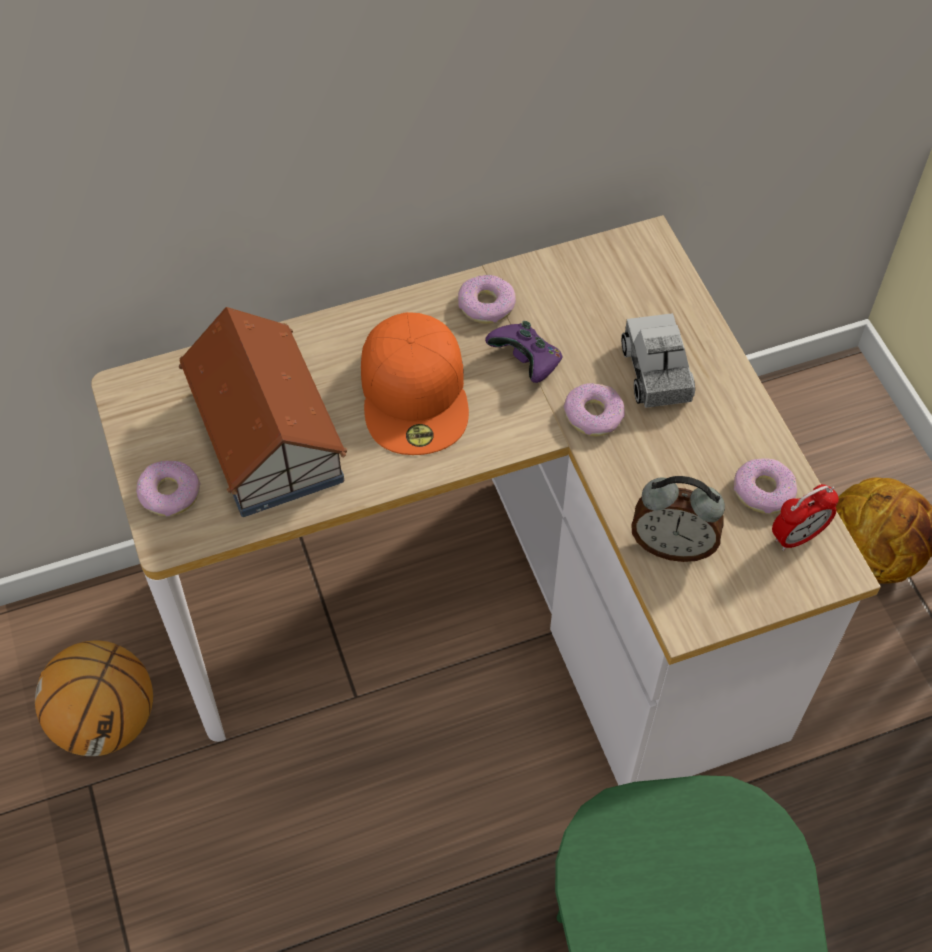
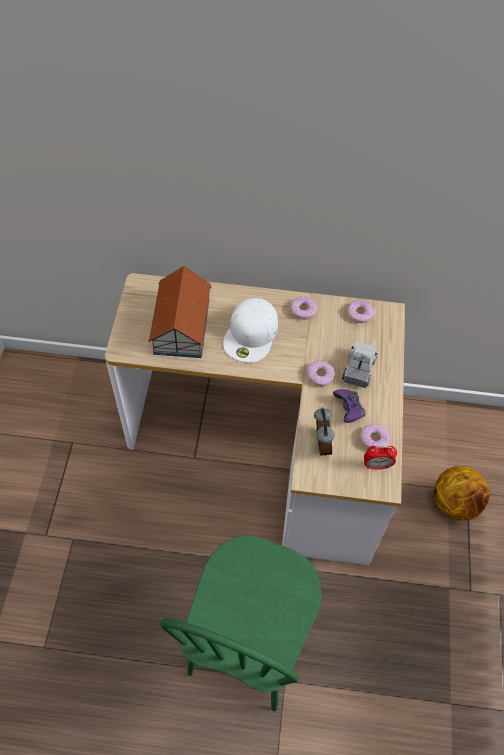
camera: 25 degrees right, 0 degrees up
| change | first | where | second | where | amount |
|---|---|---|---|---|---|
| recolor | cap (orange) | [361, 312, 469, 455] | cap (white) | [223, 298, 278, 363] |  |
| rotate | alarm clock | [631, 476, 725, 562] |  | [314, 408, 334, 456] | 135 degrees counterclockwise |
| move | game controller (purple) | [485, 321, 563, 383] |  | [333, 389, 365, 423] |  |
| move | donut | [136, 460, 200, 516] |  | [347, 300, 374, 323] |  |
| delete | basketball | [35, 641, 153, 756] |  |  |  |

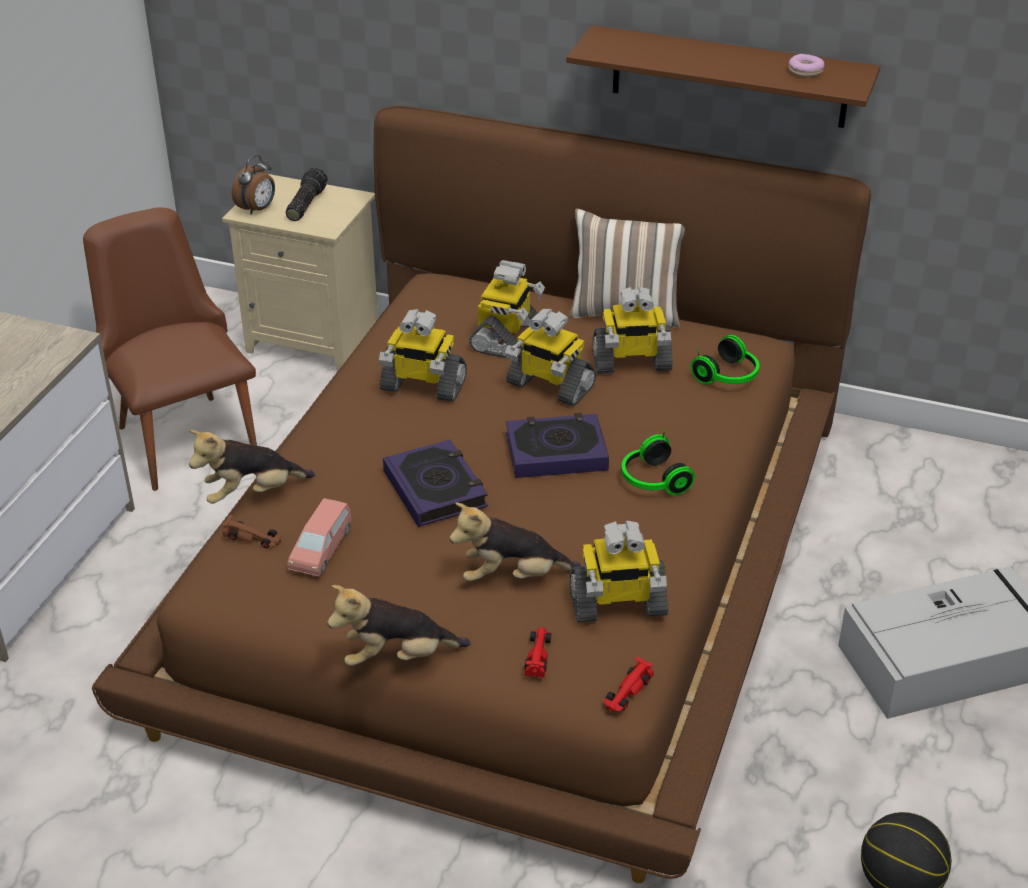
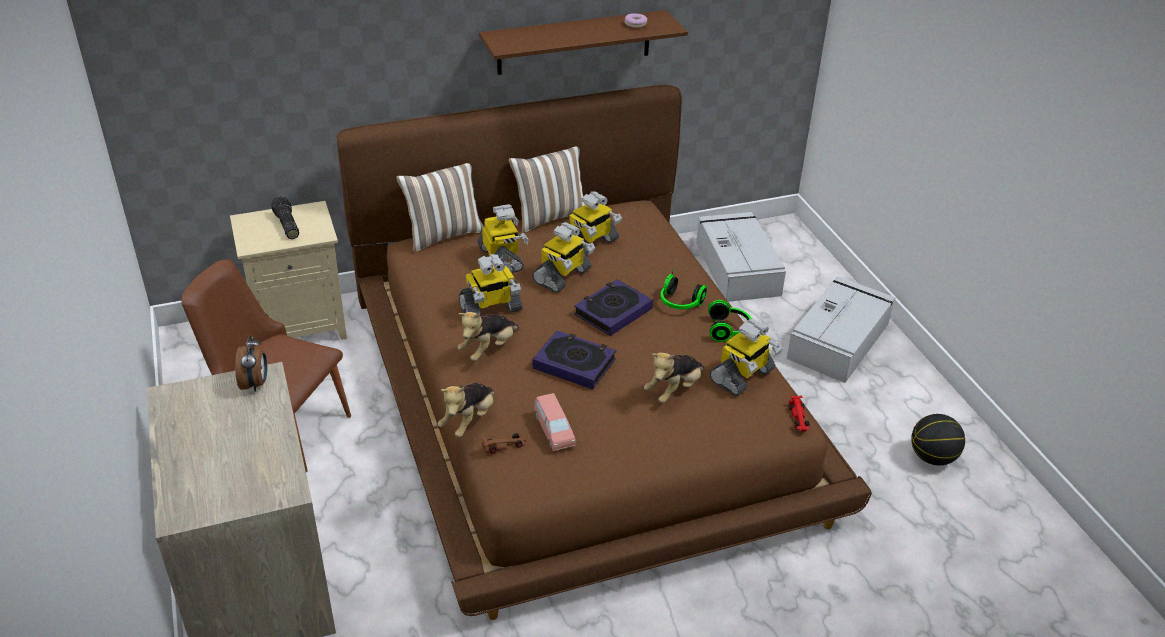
camera: 40 degrees left, 0 degrees up
| change | first | where | second | where | amount |
|---|---|---|---|---|---|
| move | alarm clock | [232, 155, 275, 215] |  | [235, 336, 267, 392] |  |
| insert |  |  | pillow | [396, 163, 484, 252] |  |
| move | plush toy | [327, 585, 471, 666] |  | [458, 312, 519, 361] |  |
| rotate | toy robot | [505, 309, 596, 406] |  | [532, 222, 595, 293] | 45 degrees counterclockwise |
| insert |  |  | storage box (grey) | [696, 212, 786, 302] |  |
| move | headphones | [691, 335, 759, 385] |  | [708, 300, 752, 342] |  |
| delete | toy car (red) | [525, 627, 552, 677] |  |  |  |

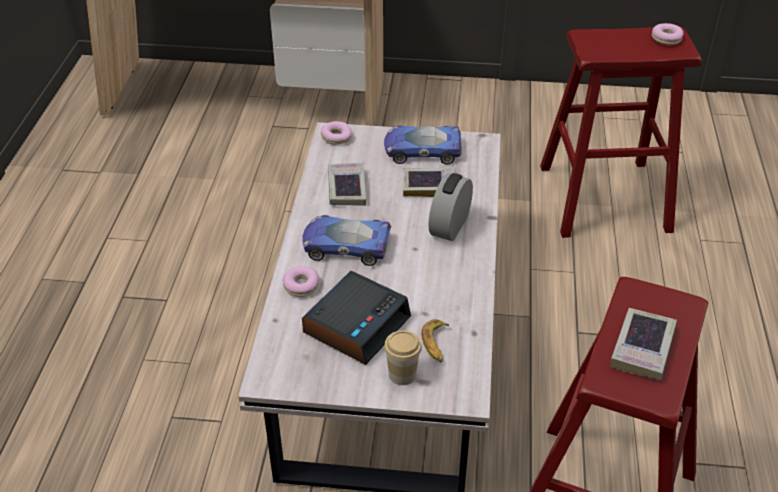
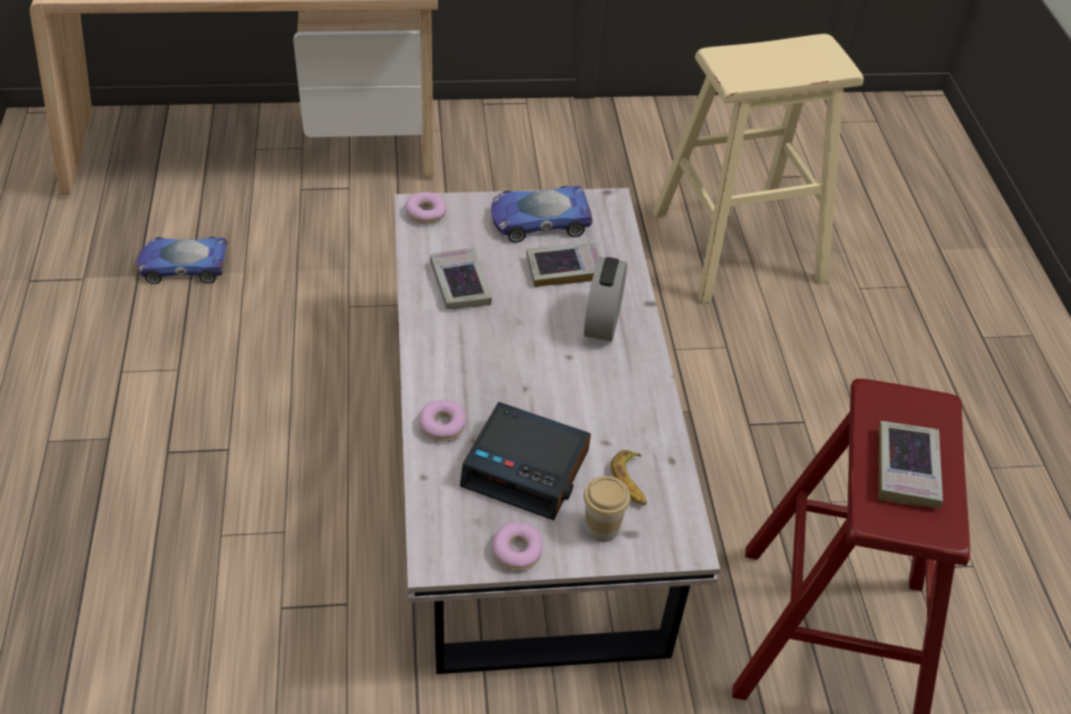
camera: 15 degrees left, 5 degrees up
| change | first | where | second | where | amount |
|---|---|---|---|---|---|
| move | toy car | [302, 215, 391, 266] |  | [137, 237, 228, 284] |  |
| rotate | alarm clock | [302, 271, 411, 365] |  | [460, 402, 591, 520] | 90 degrees clockwise |
| move | donut | [652, 23, 684, 45] |  | [492, 522, 543, 571] |  |
| recolor | stool (red) | [540, 26, 702, 238] | stool (beige) | [653, 34, 863, 304] |  |

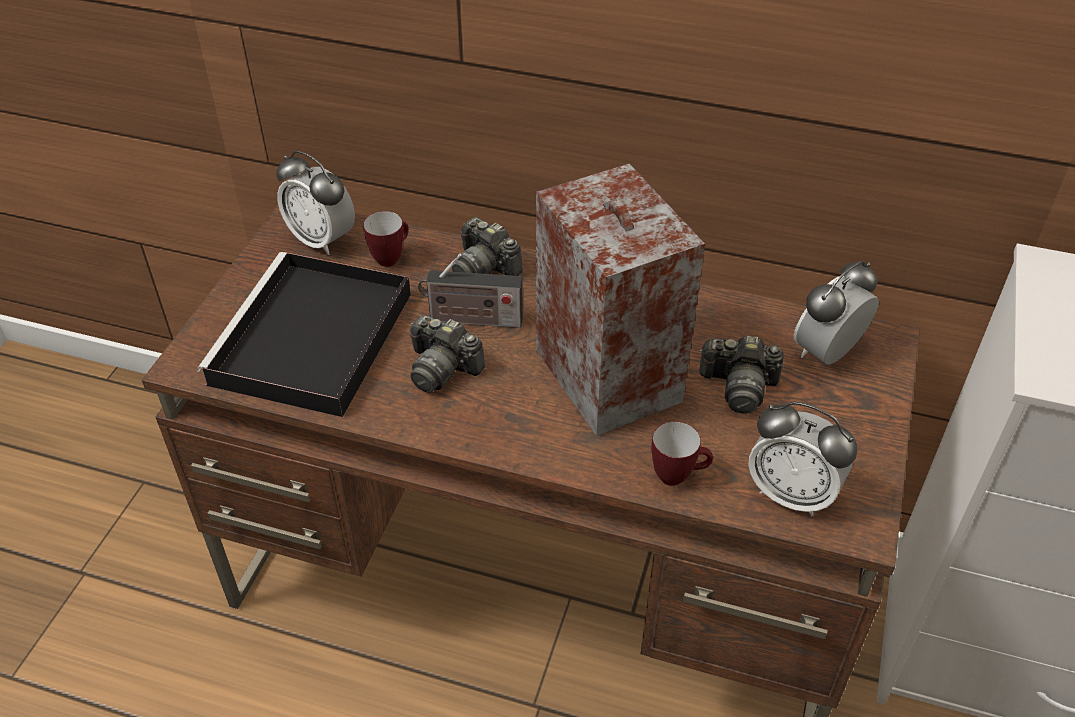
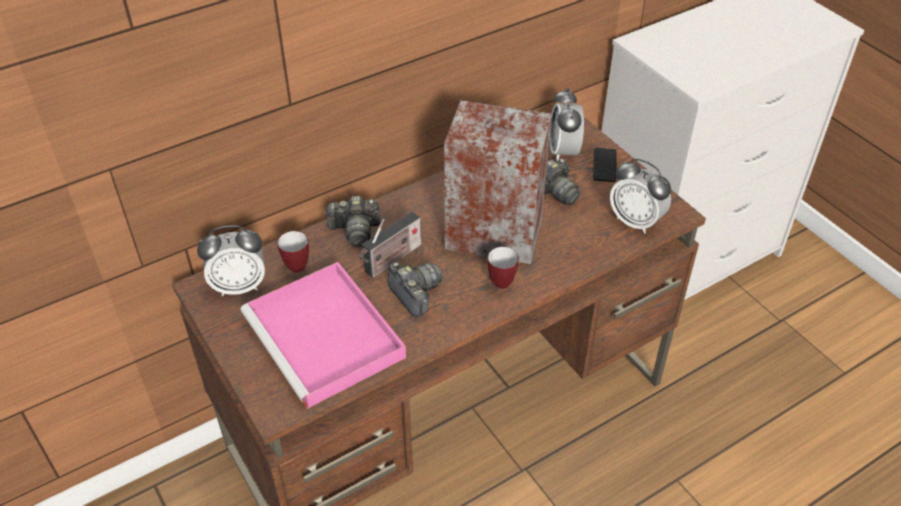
camera: 50 degrees left, 0 degrees up
| change | first | where | second | where | amount |
|---|---|---|---|---|---|
| recolor | tray (black) | [197, 252, 411, 417] | tray (pink) | [240, 262, 406, 409] |  |
| rotate | photo camera | [410, 315, 485, 393] |  | [388, 262, 442, 318] | 105 degrees counterclockwise |
| move | mug | [651, 421, 713, 486] |  | [487, 247, 519, 289] |  |
| insert |  |  | phone | [593, 148, 617, 182] |  |
| rotate | alarm clock | [748, 402, 858, 516] |  | [610, 159, 671, 234] | 60 degrees clockwise |

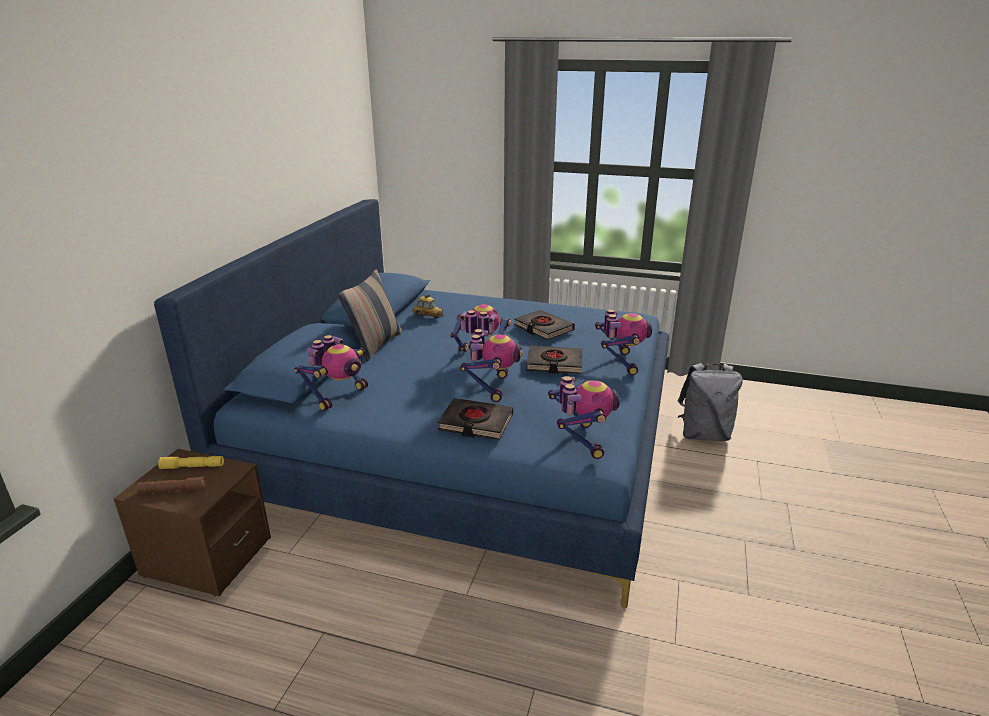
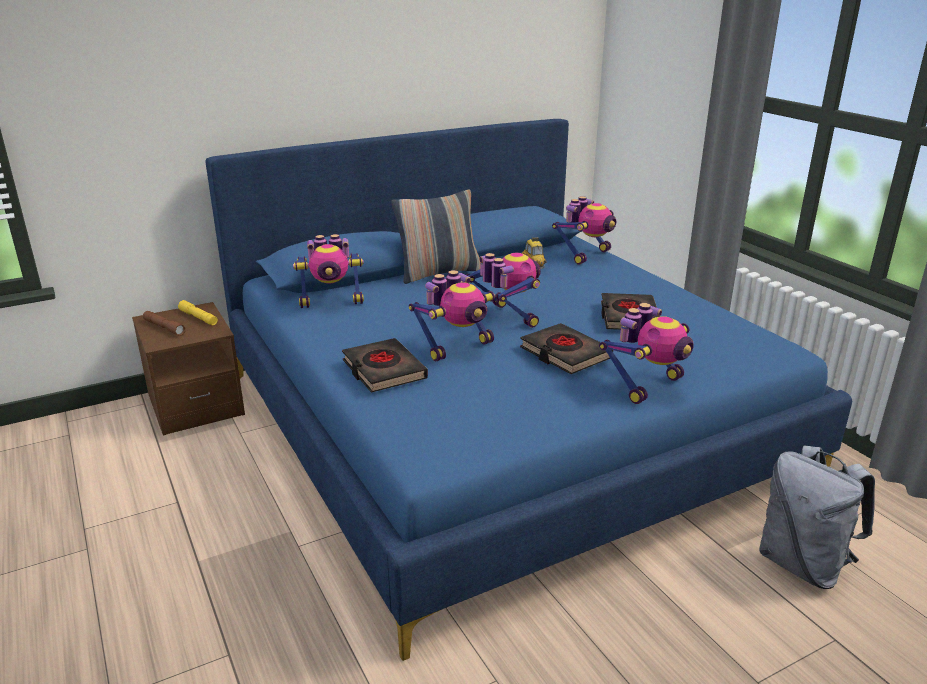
camera: 45 degrees right, 0 degrees up
| change | first | where | second | where | amount |
|---|---|---|---|---|---|
| move | toy robot | [548, 376, 620, 459] |  | [552, 196, 616, 265] |  |

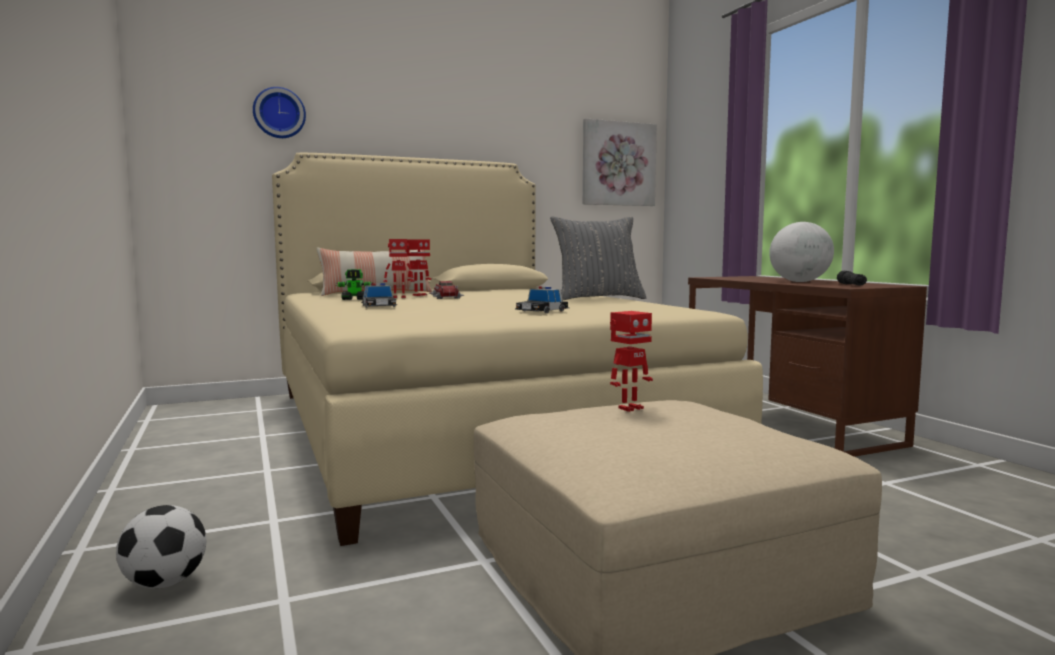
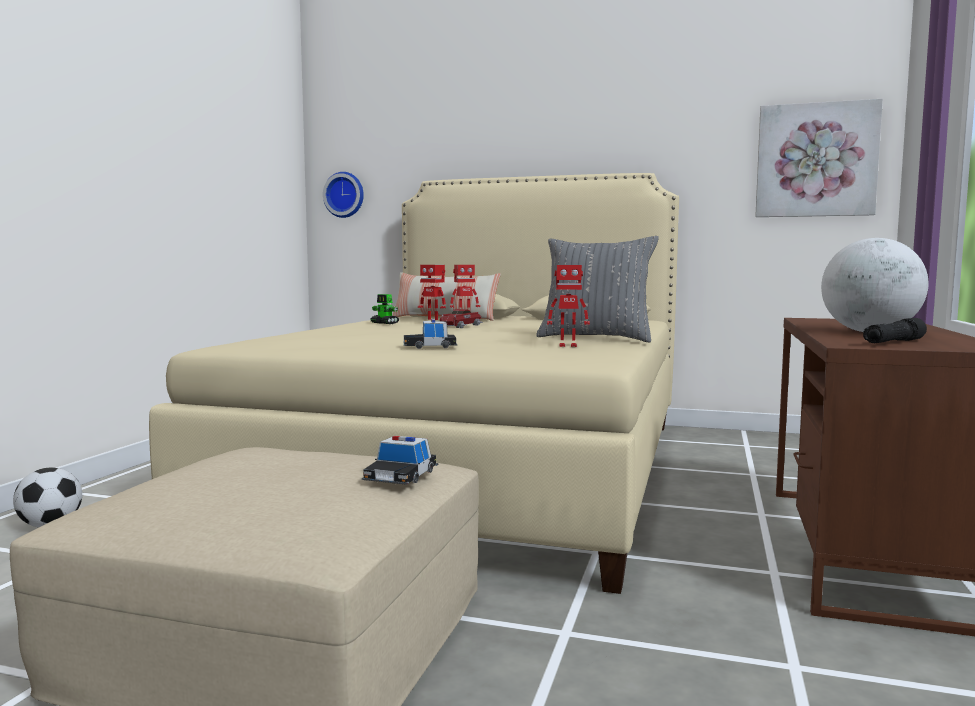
camera: 40 degrees right, 0 degrees up
| change | first | where | second | where | amount |
|---|---|---|---|---|---|
| move | wall clock | [253, 87, 306, 138] |  | [323, 172, 364, 218] |  |
| move | toy car | [361, 283, 397, 308] |  | [362, 436, 439, 485] |  |
| move | toy robot | [610, 311, 653, 412] |  | [547, 265, 590, 347] |  |

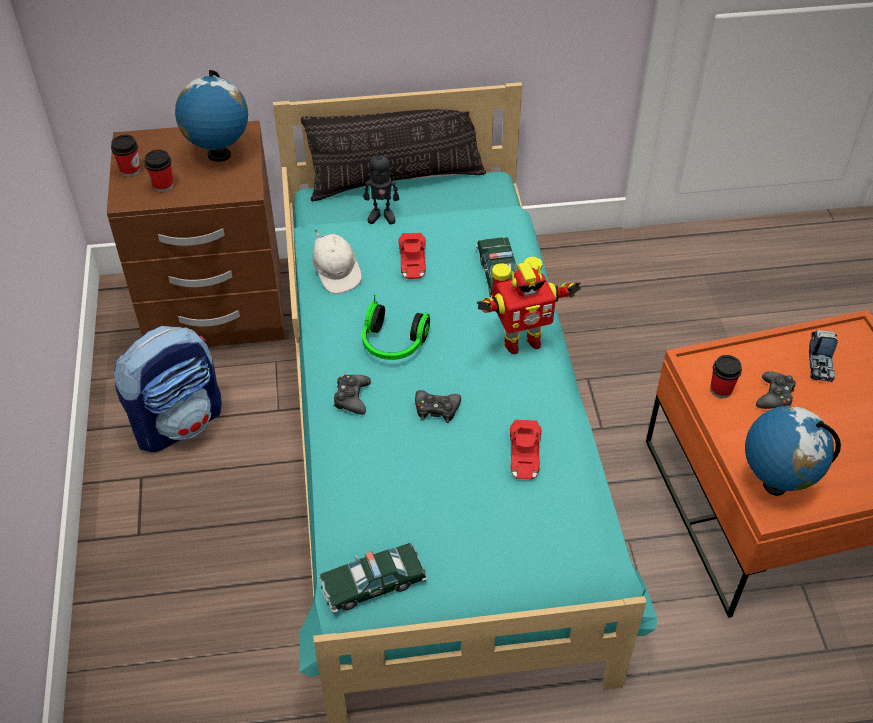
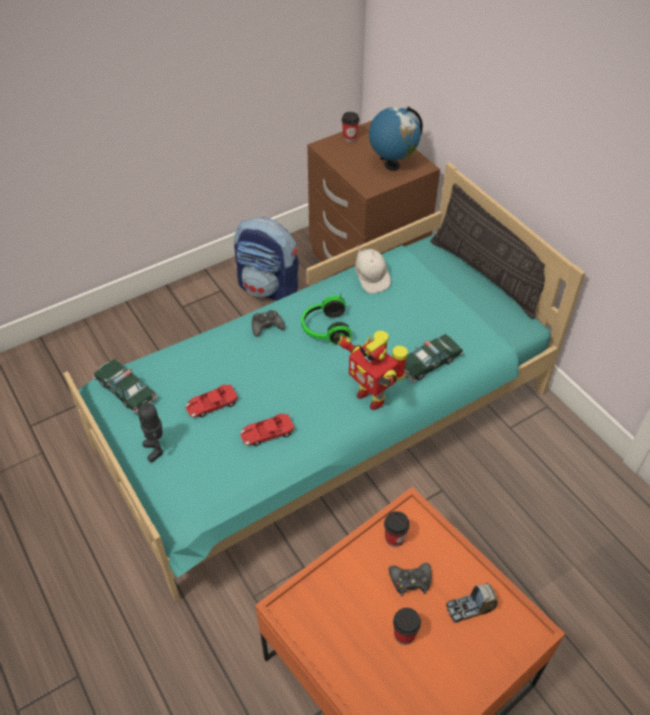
camera: 65 degrees right, 0 degrees up
| change | first | where | second | where | amount |
|---|---|---|---|---|---|
| move | toy robot | [363, 148, 399, 224] |  | [138, 400, 163, 462] |  |
| move | toy car (red) | [398, 233, 426, 279] |  | [186, 385, 238, 417] |  |
| rotate | cap (white) | [312, 229, 362, 294] |  | [355, 244, 391, 294] | 60 degrees counterclockwise |
| move | cup | [144, 150, 173, 192] |  | [393, 608, 421, 645] |  |
| delete | game controller (black) | [415, 390, 461, 423] |  |  |  |
| delete | globe | [745, 406, 841, 496] |  |  |  |

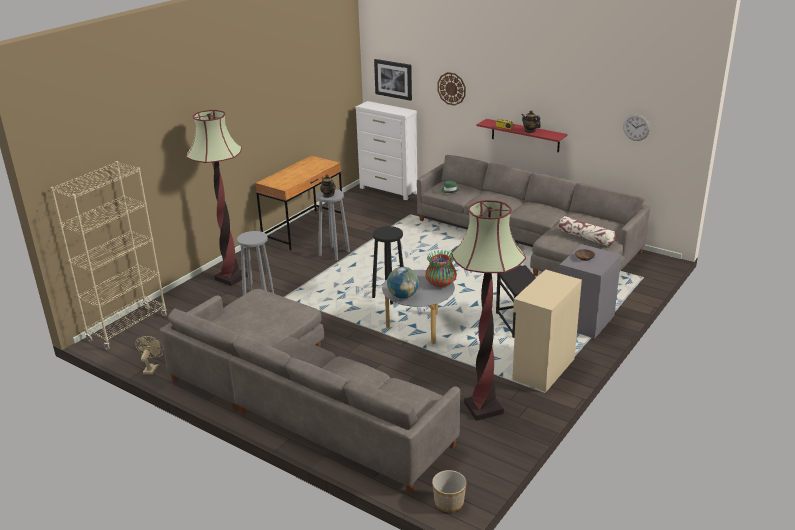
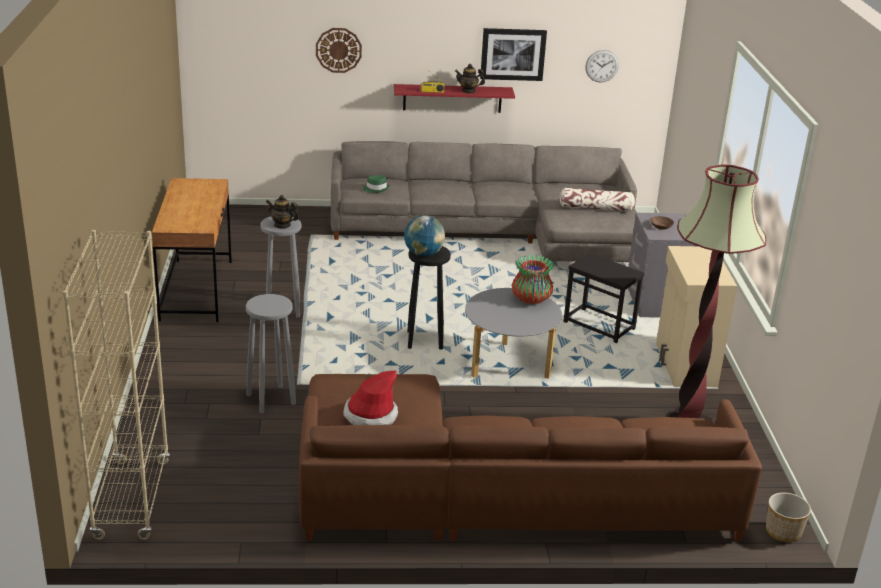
camera: 40 degrees left, 0 degrees up
| change | first | where | second | where | amount |
|---|---|---|---|---|---|
| recolor | sofa (grey) | [160, 289, 460, 494] | sofa (brown) | [299, 374, 762, 541] |  |
| insert |  |  | hat | [343, 370, 398, 425] |  |
| move | globe | [387, 267, 419, 299] |  | [404, 215, 445, 256] |  |
| move | picture | [374, 59, 412, 101] |  | [480, 28, 547, 81] |  |
| delete | fan (beige) | [135, 336, 164, 375] |  |  |  |
| delete | floor lamp | [186, 110, 248, 286] |  |  |  |
| delete | dresser (white) | [355, 101, 417, 200] |  |  |  |

